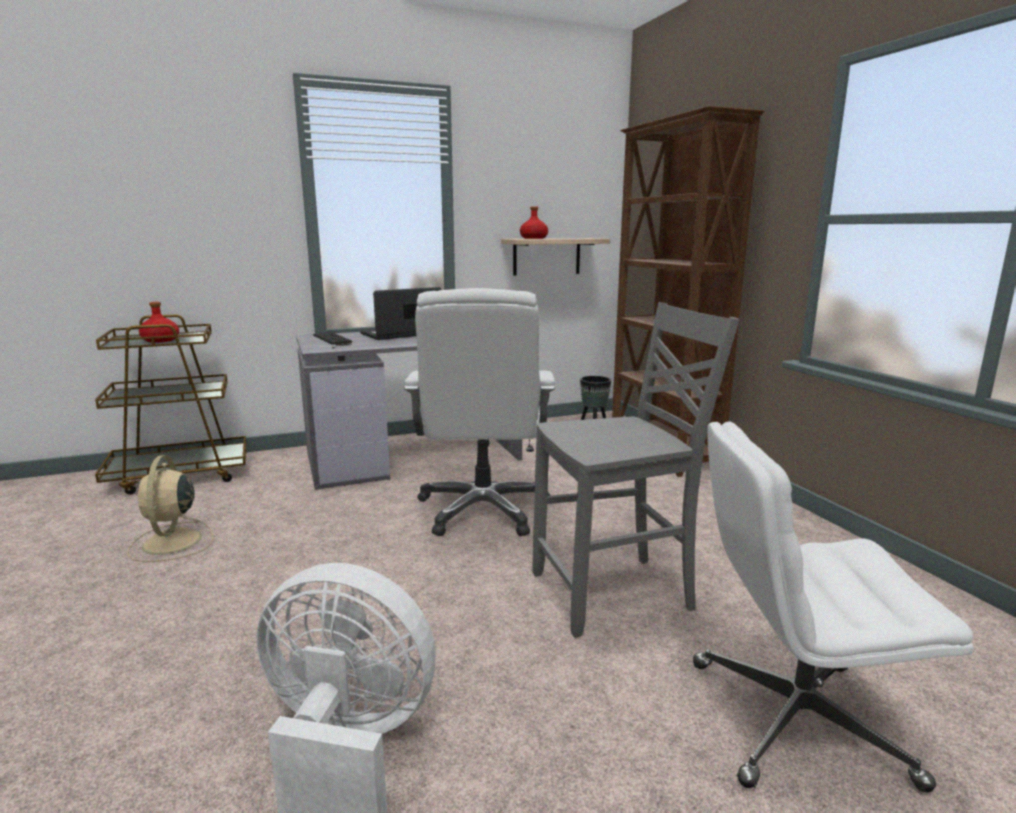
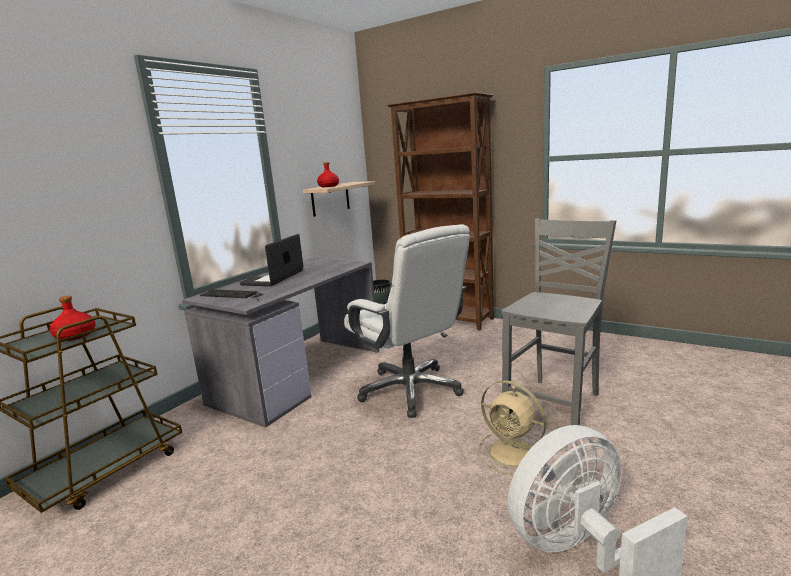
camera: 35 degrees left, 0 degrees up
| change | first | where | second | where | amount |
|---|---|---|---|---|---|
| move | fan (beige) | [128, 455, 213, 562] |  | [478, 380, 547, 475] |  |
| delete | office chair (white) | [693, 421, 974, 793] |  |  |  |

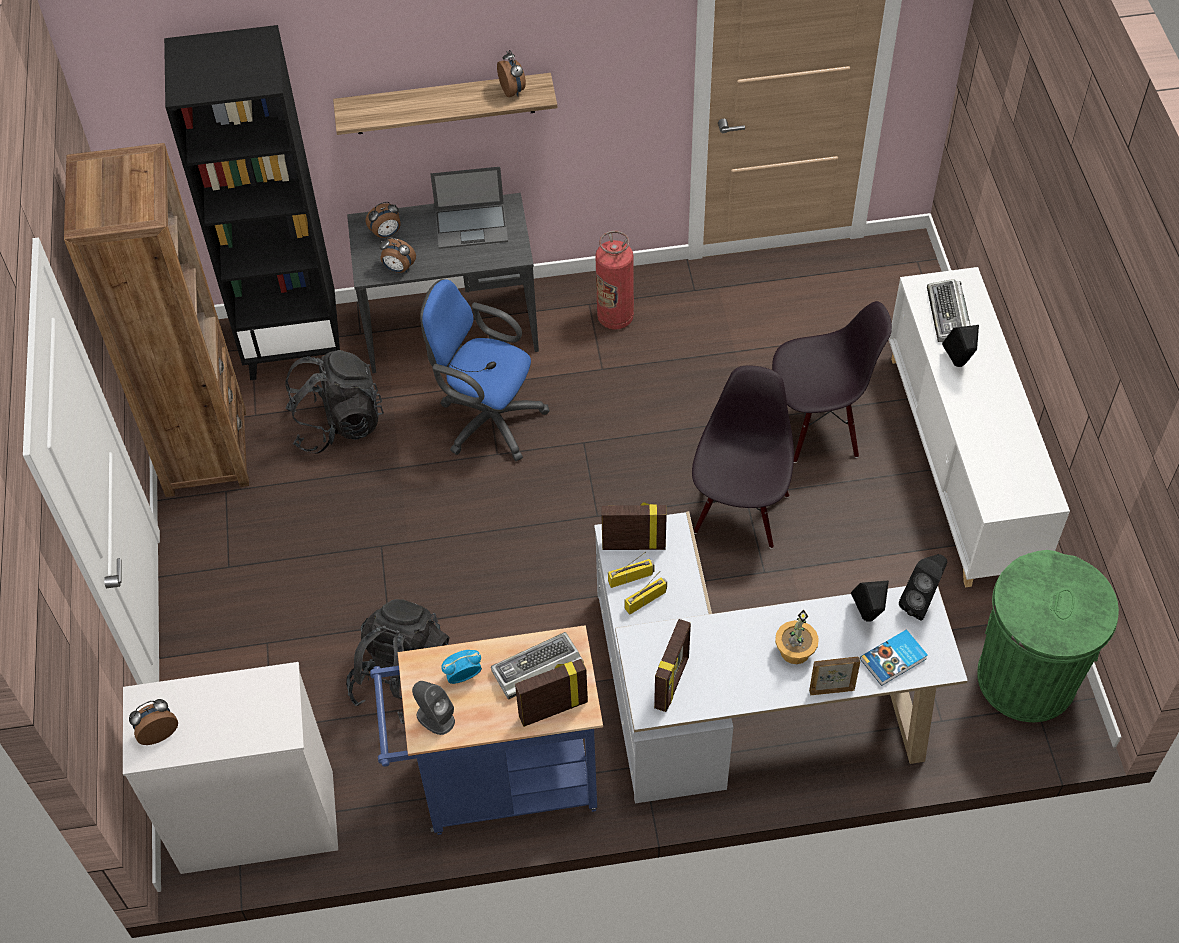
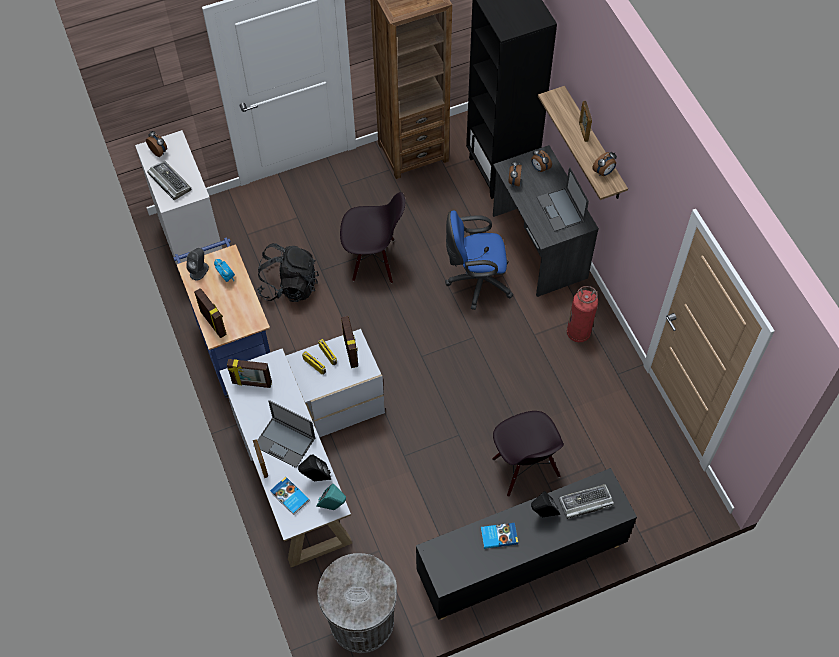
camera: 75 degrees right, 5 degrees up
| change | first | where | second | where | amount |
|---|---|---|---|---|---|
| move | keyboard | [491, 632, 584, 700] |  | [147, 161, 191, 200] |  |
| replace | potted plant | [775, 609, 819, 664] | laptop | [257, 400, 315, 468] |  |
| recolor | speaker (black) | [899, 554, 947, 620] | speaker (turquoise) | [317, 484, 346, 510] |  |
| recolor | trash can (green) | [977, 550, 1119, 722] | trash can (grey) | [317, 553, 397, 653] |  |
| move | chair (black) | [692, 365, 794, 549] |  | [340, 192, 405, 283] |  |
| recolor | cabinet (white) | [888, 267, 1070, 588] | cabinet (black) | [416, 468, 637, 620] |  |
| rotate | office chair (blue) | [420, 279, 550, 461] |  | [445, 211, 513, 310] | 105 degrees counterclockwise |
| insert |  |  | book | [481, 523, 518, 549] |  |
| insert |  |  | picture frame | [579, 101, 592, 142] |  |
| delete | backpack (black) | [285, 350, 384, 454] |  |  |  |

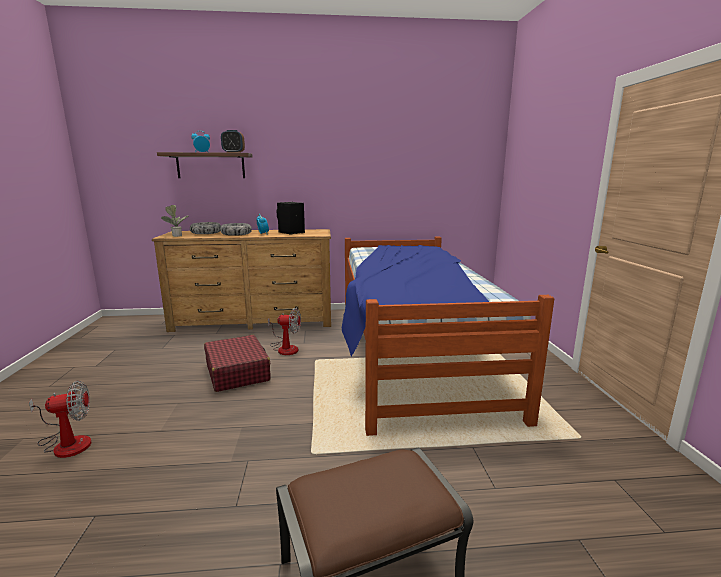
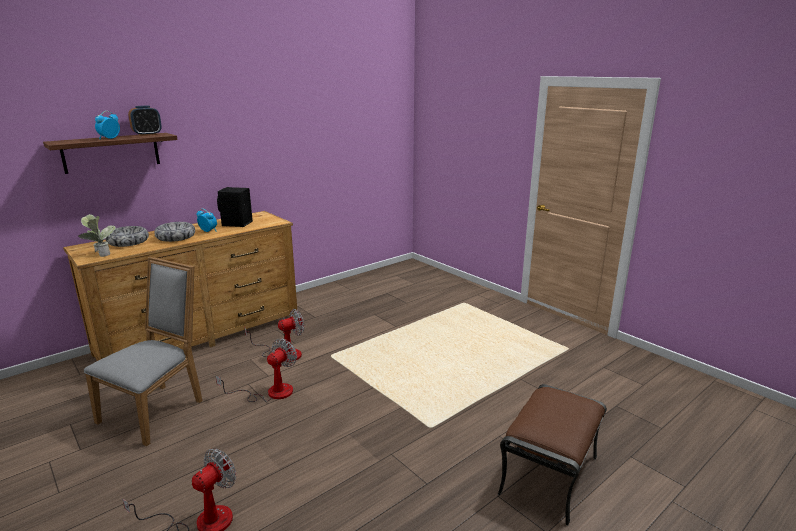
camera: 35 degrees left, 5 degrees up
| change | first | where | second | where | amount |
|---|---|---|---|---|---|
| insert |  |  | chair (grey) | [84, 257, 202, 446] |  |
| replace | suitcase (red) | [204, 335, 271, 392] | fan | [216, 339, 297, 402] |  |
| delete | bed | [342, 237, 554, 436] |  |  |  |

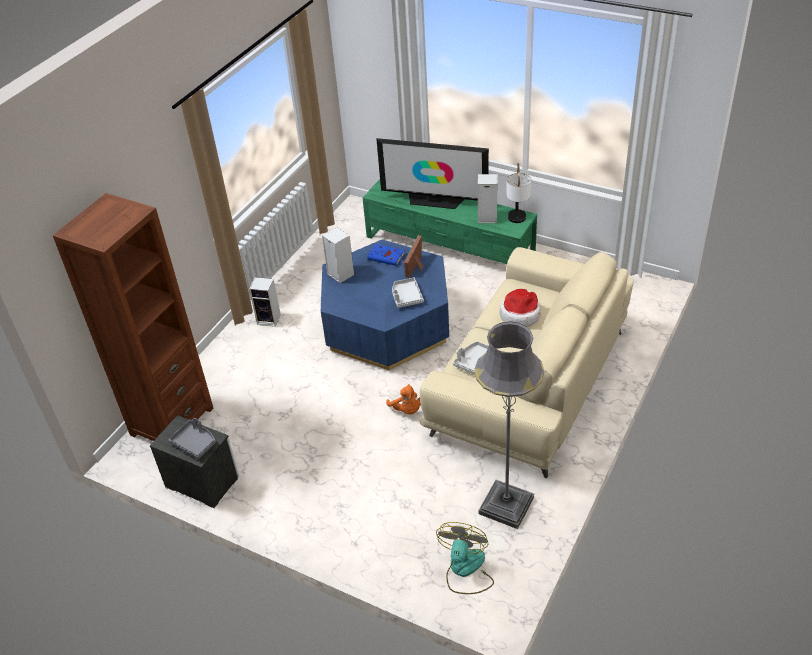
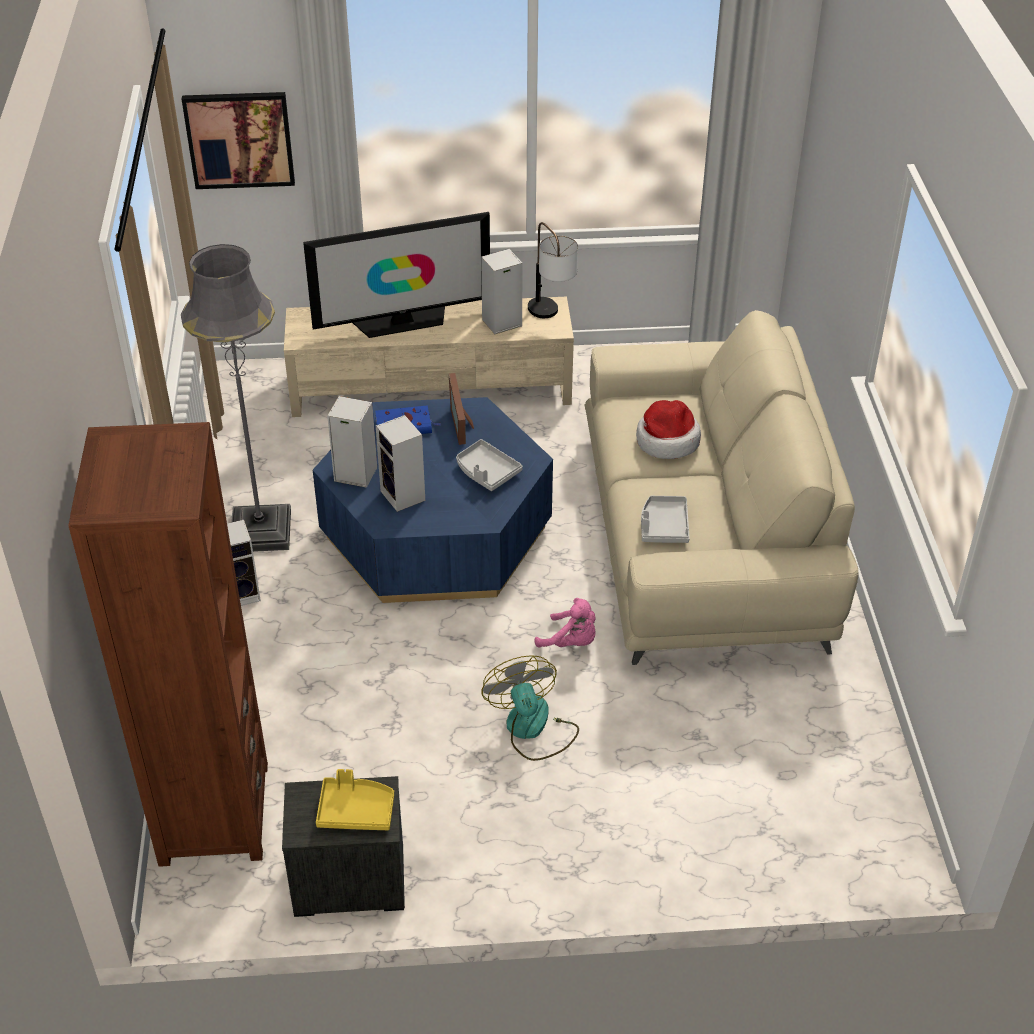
camera: 35 degrees left, 0 degrees up
| change | first | where | second | where | amount |
|---|---|---|---|---|---|
| move | floor lamp (grey) | [474, 321, 545, 529] |  | [181, 244, 291, 552] |  |
| insert |  |  | picture | [182, 92, 295, 189] |  |
| recolor | tv stand (green) | [363, 179, 537, 264] | tv stand (beige) | [284, 297, 574, 417] |  |
| recolor | tray (grey) | [169, 418, 216, 459] | tray (yellow) | [316, 769, 394, 830] |  |
| insert |  |  | speaker | [376, 415, 425, 512] |  |
| move | fan | [436, 522, 494, 594] |  | [481, 655, 579, 761] |  |
| recolor | plush toy (orange) | [386, 384, 421, 414] | plush toy (pink) | [535, 598, 596, 647] |  |

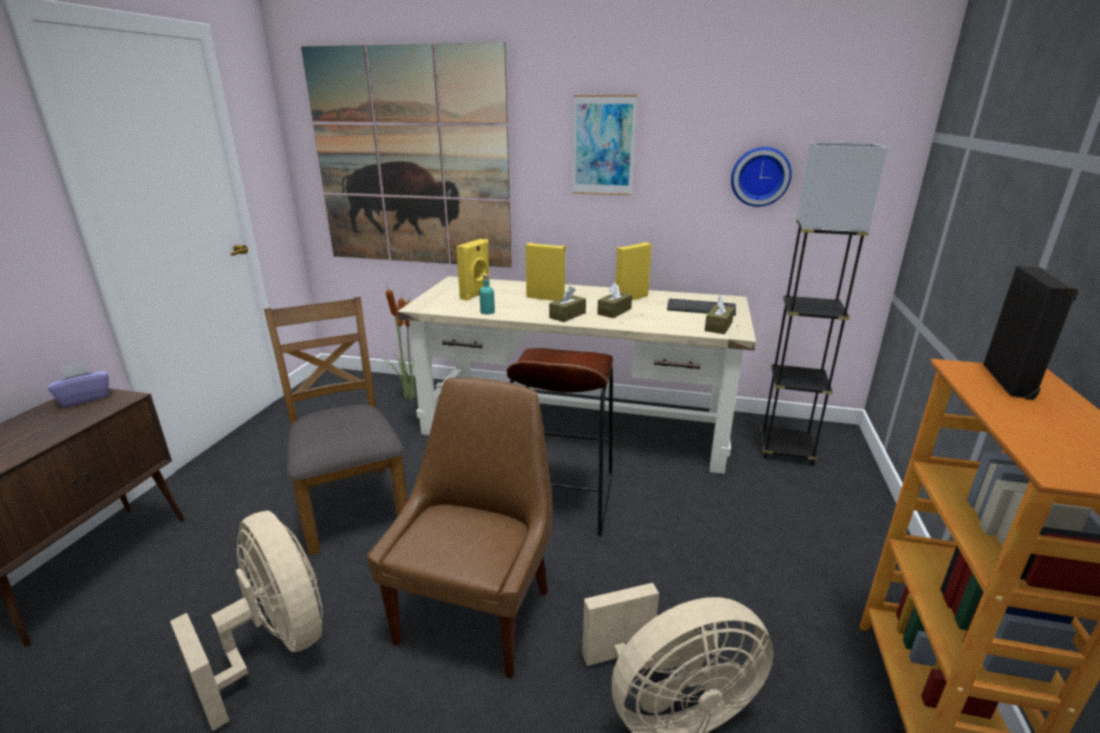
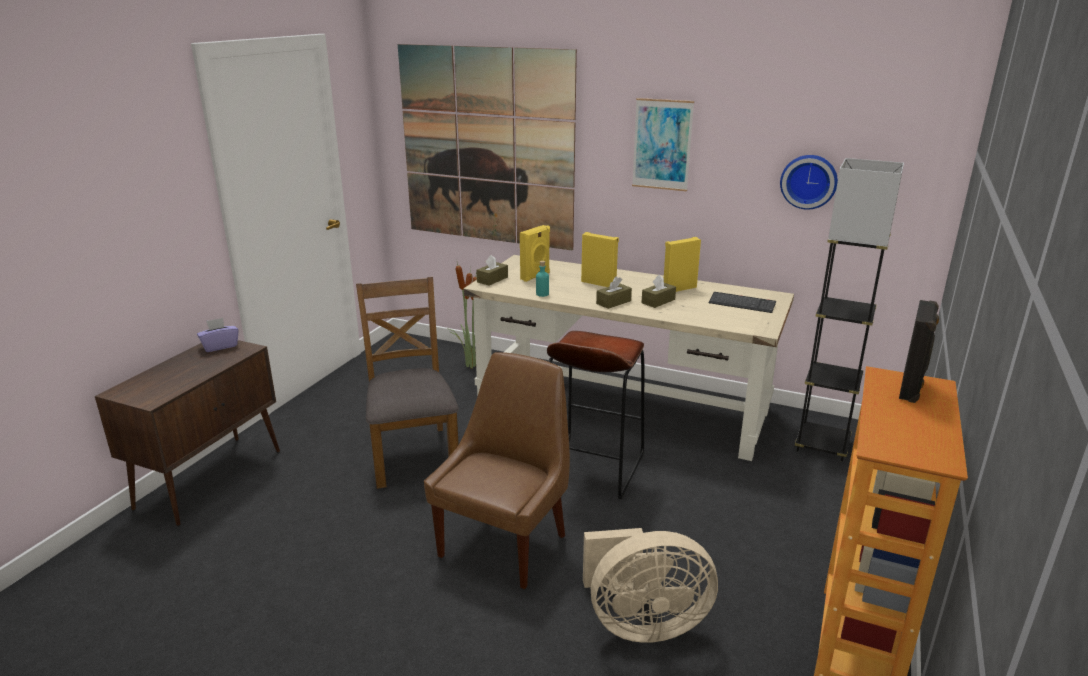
camera: 10 degrees right, 0 degrees up
| change | first | where | second | where | amount |
|---|---|---|---|---|---|
| move | tissue box (brown) | [705, 296, 734, 334] |  | [476, 255, 508, 286] |  |
| delete | fan (beige) | [170, 511, 322, 731] |  |  |  |

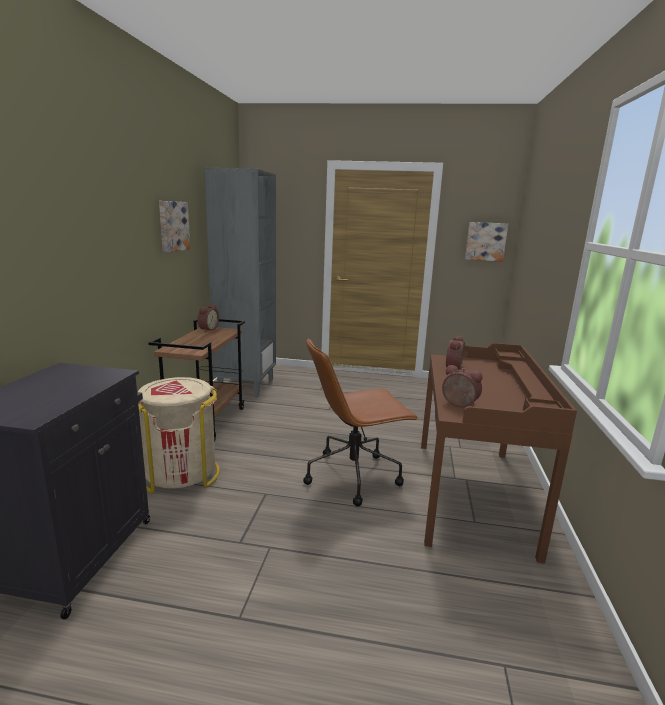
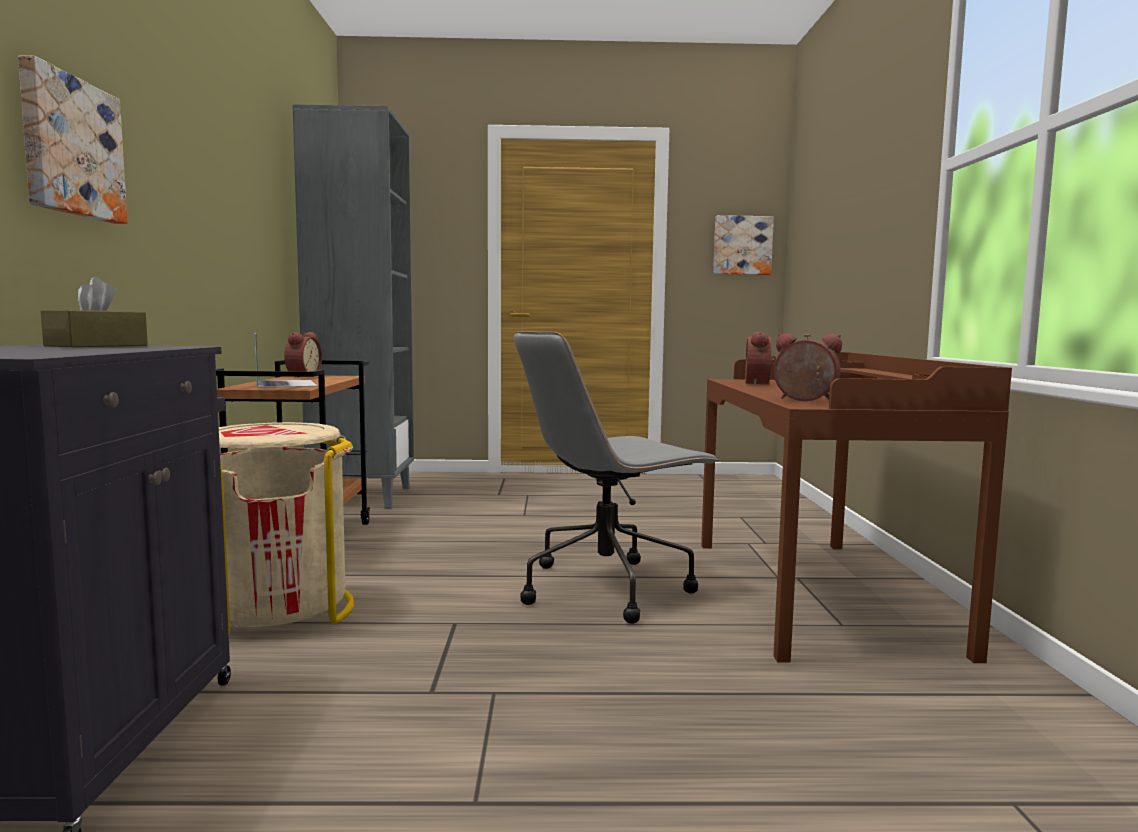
camera: 10 degrees left, 10 degrees down
| change | first | where | second | where | amount |
|---|---|---|---|---|---|
| move | picture | [159, 201, 190, 253] |  | [18, 55, 128, 224] |  |
| insert |  |  | tissue box (brown) | [41, 277, 148, 347] |  |
| insert |  |  | laptop | [254, 333, 317, 388] |  |
| recolor | office chair (brown) | [303, 338, 419, 506] | office chair (grey) | [514, 331, 719, 624] |  |

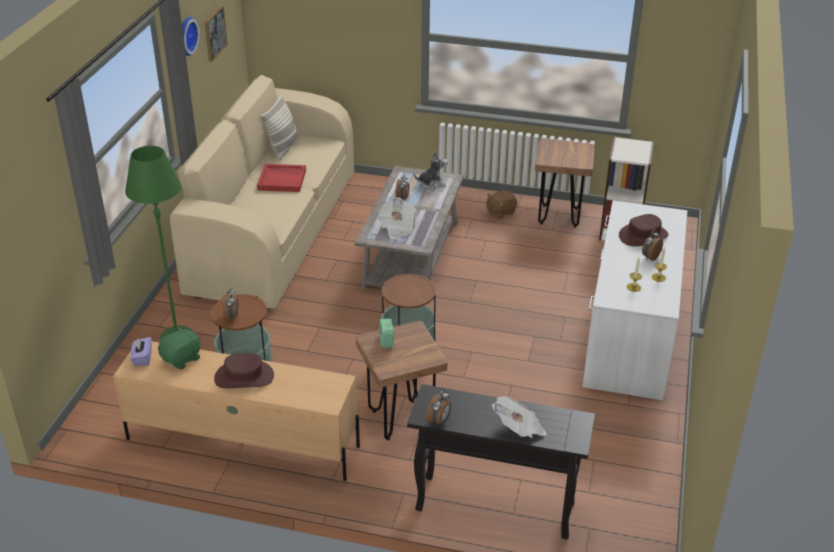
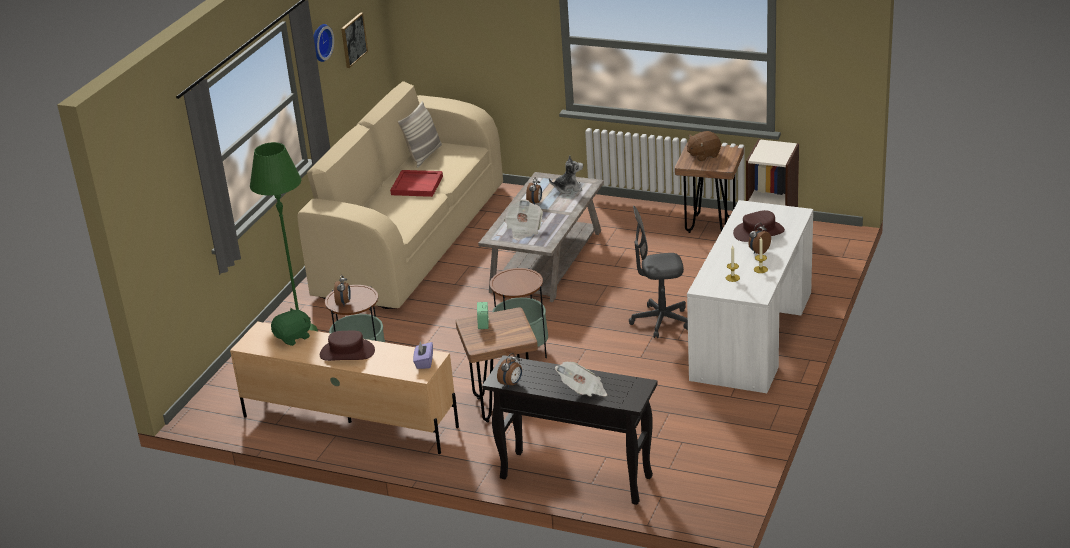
camera: 10 degrees right, 5 degrees down
| change | first | where | second | where | amount |
|---|---|---|---|---|---|
| move | tissue box (purple) | [130, 337, 152, 366] |  | [413, 342, 433, 369] |  |
| insert |  |  | office chair (grey) | [629, 206, 688, 338] |  |
| move | plush toy (brown) | [487, 190, 517, 219] |  | [687, 131, 721, 161] |  |

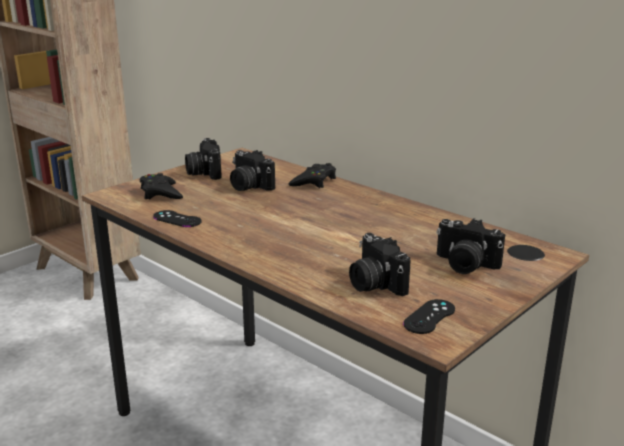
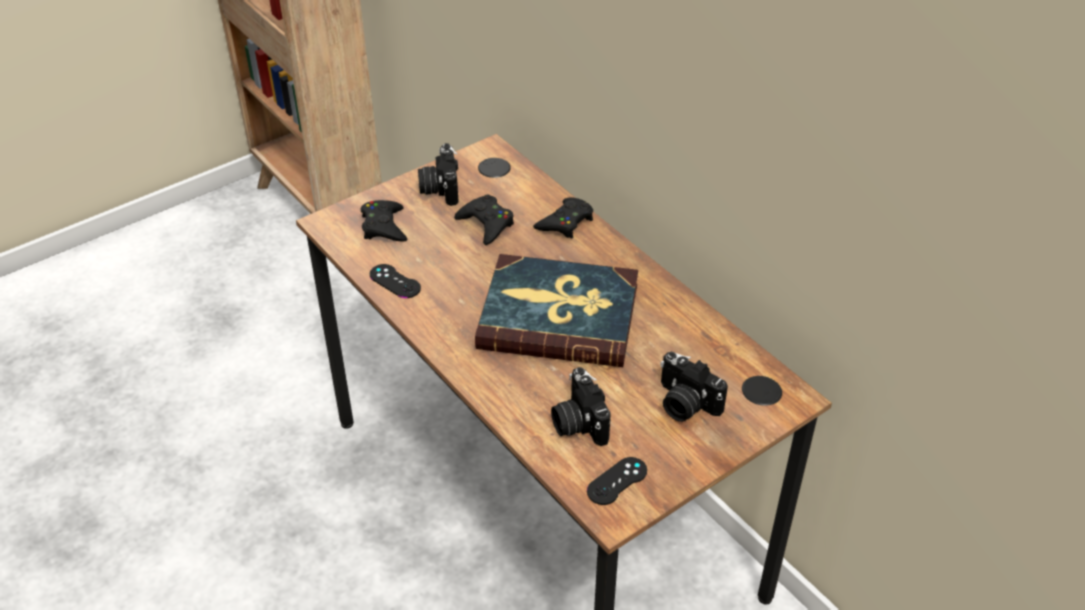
camera: 10 degrees right, 20 degrees up
| change | first | where | second | where | amount |
|---|---|---|---|---|---|
| replace | photo camera | [230, 150, 275, 191] | game controller (black) | [454, 195, 514, 245] |  |
| insert |  |  | book | [475, 254, 638, 367] |  |

